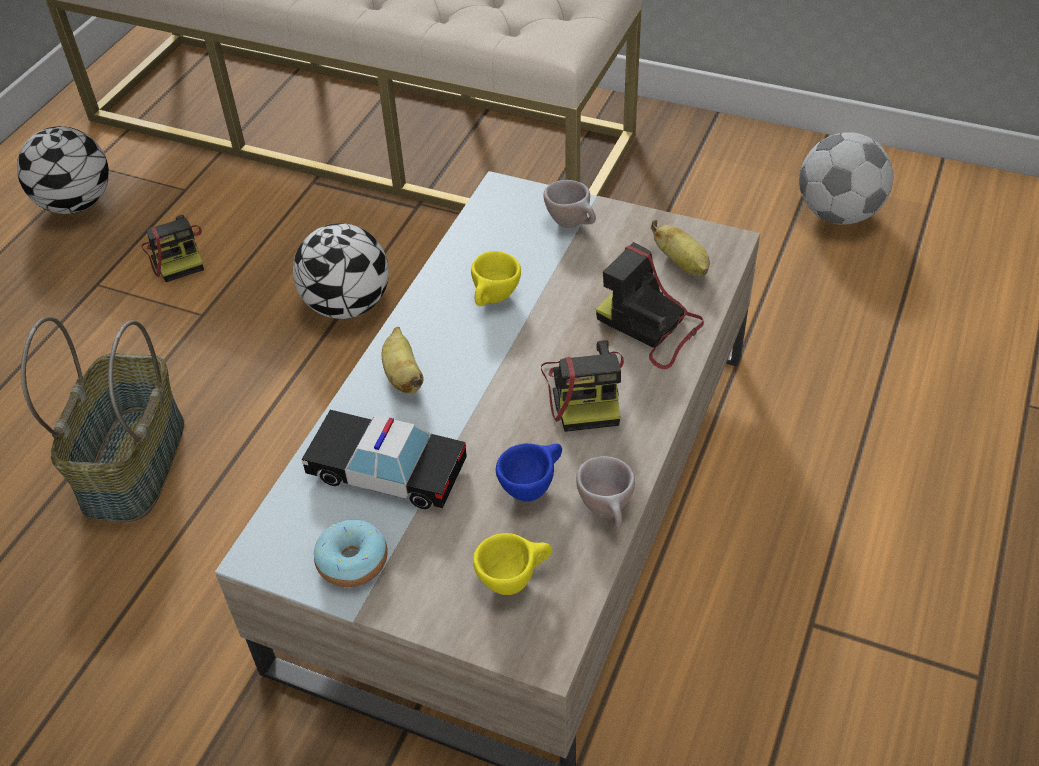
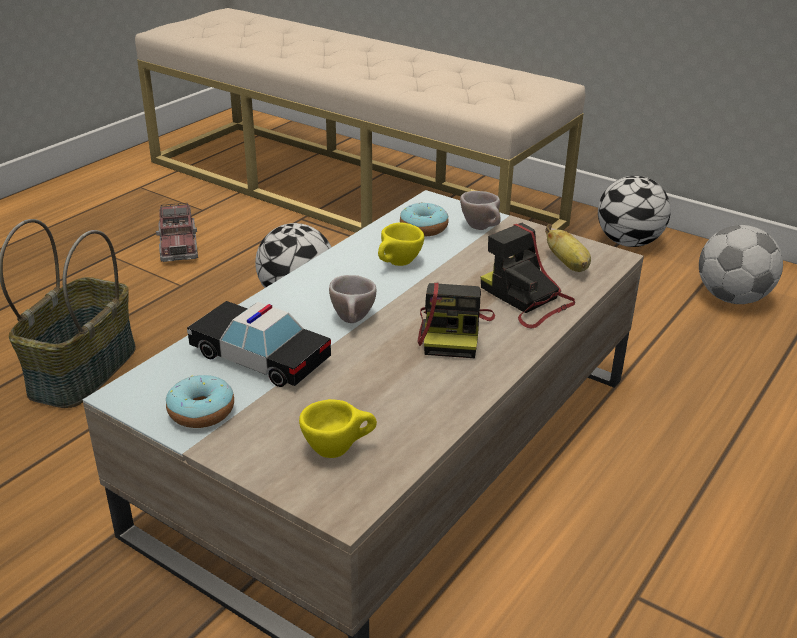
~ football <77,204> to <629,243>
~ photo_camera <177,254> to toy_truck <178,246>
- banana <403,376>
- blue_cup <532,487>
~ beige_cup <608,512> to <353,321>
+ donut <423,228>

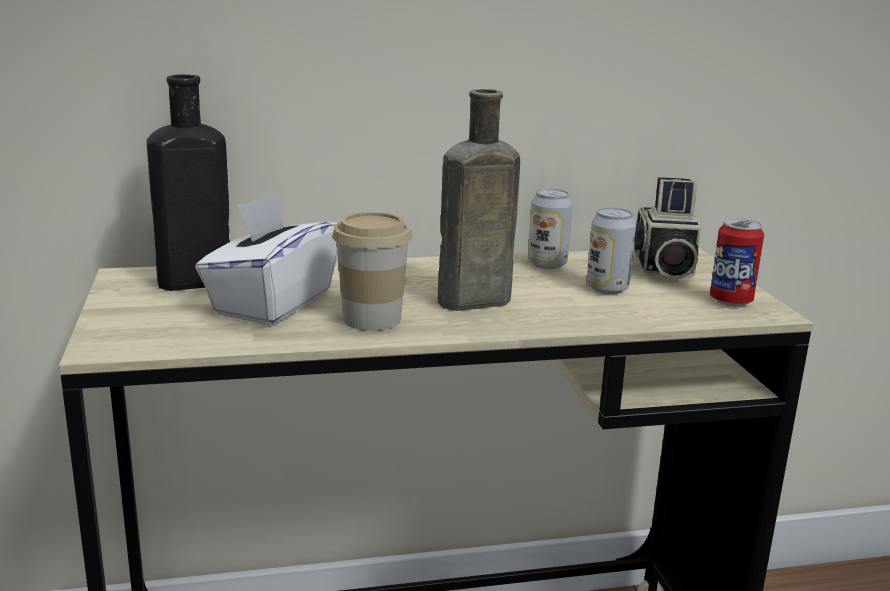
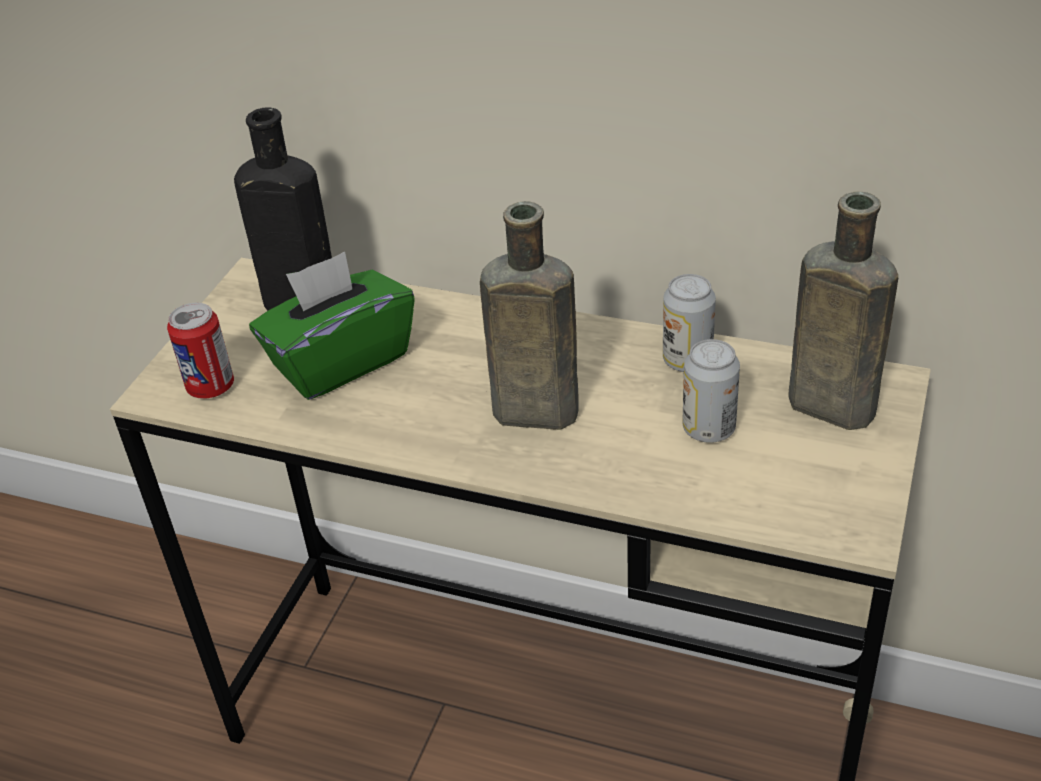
~ photo_camera <662,268> to brown_bottle <825,405>
~ white_tissue_box <272,303> to green_tissue_box <340,361>
- cup <372,319>
~ can <730,301> to <211,387>

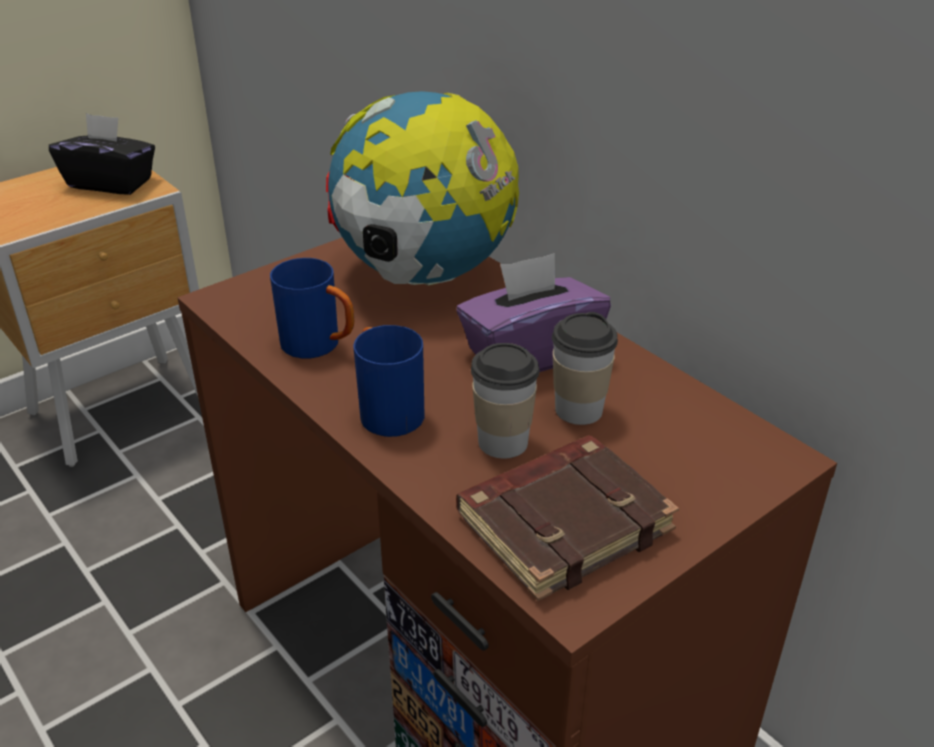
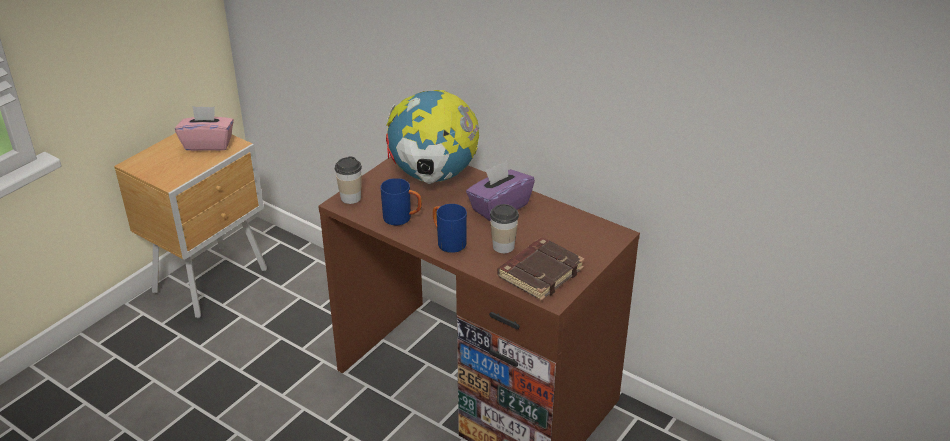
~ black_tissue_box <111,183> to pink_tissue_box <208,144>
~ cup <578,410> to <350,198>

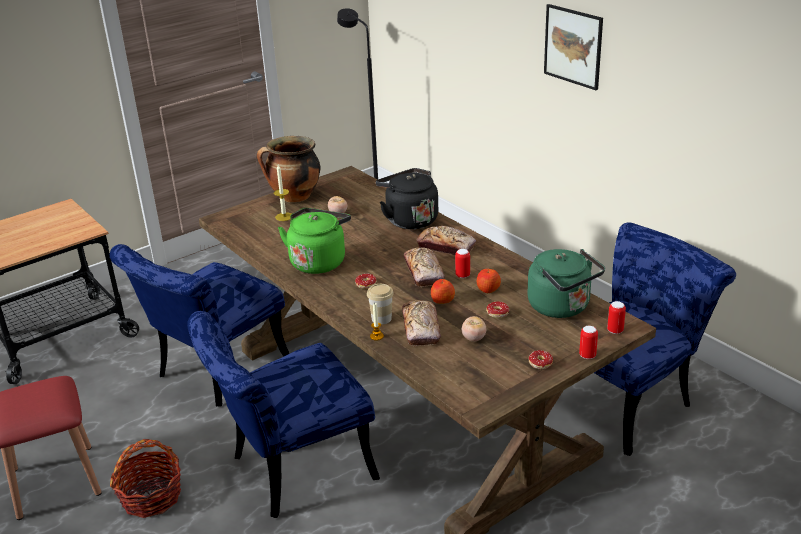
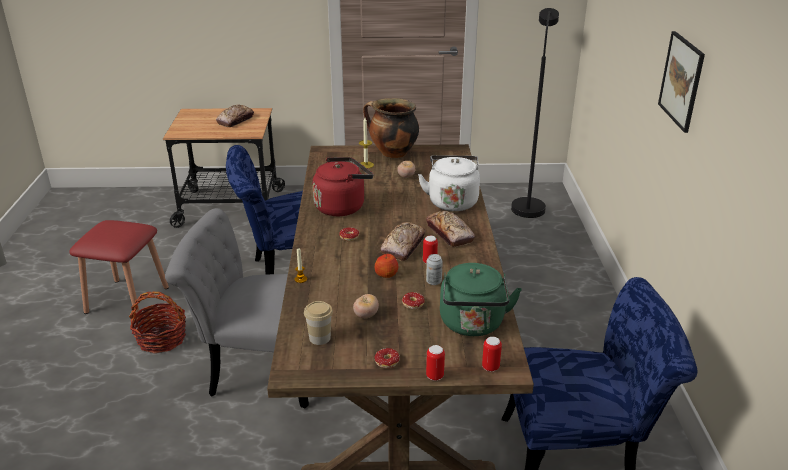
~ black_kettle <409,219> to white_kettle <452,201>
~ green_kettle <319,261> to red_kettle <342,206>
~ apple <488,289> to can <433,281>
~ cup <381,319> to <319,338>
~ bread <421,329> to <235,120>
~ blue_chair <291,470> to grey_chair <258,368>

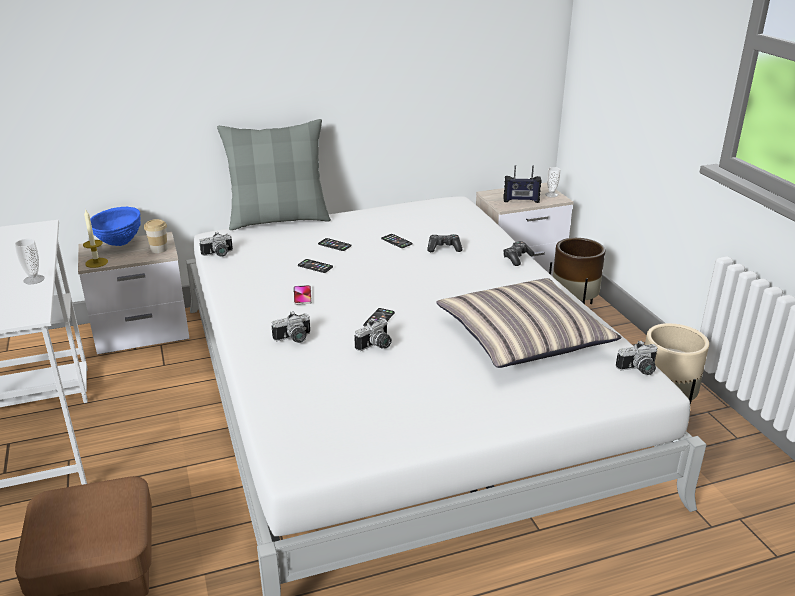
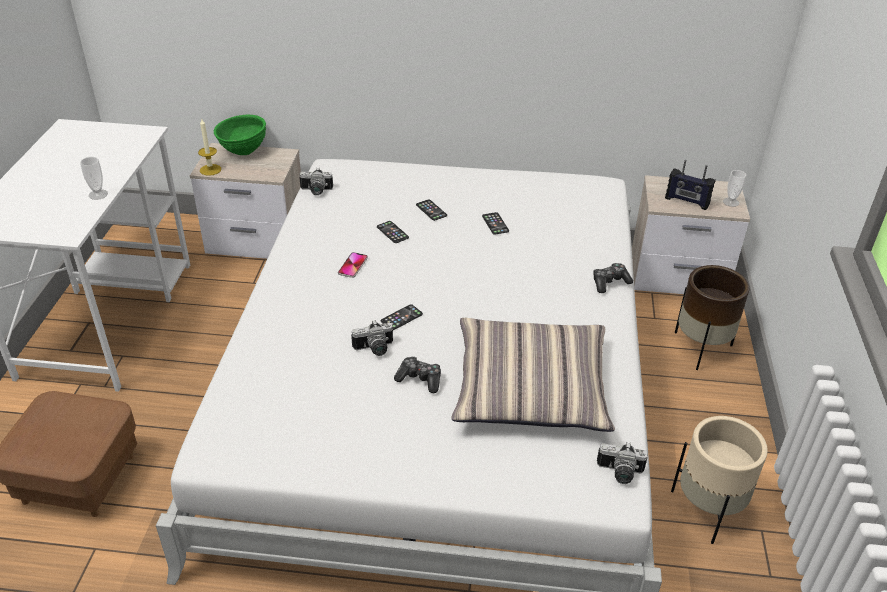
- grey_pillow <279,220>
~ blue_bowl <119,244> to green_bowl <243,152>
- cup <159,249>
~ game_controller <444,248> to <420,379>
- photo_camera <294,339>

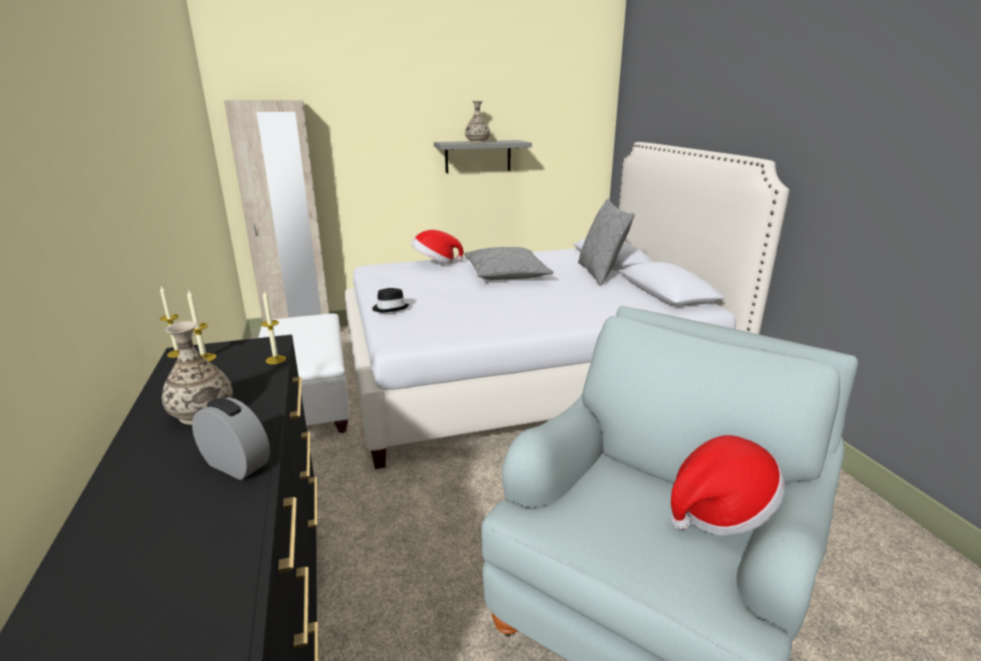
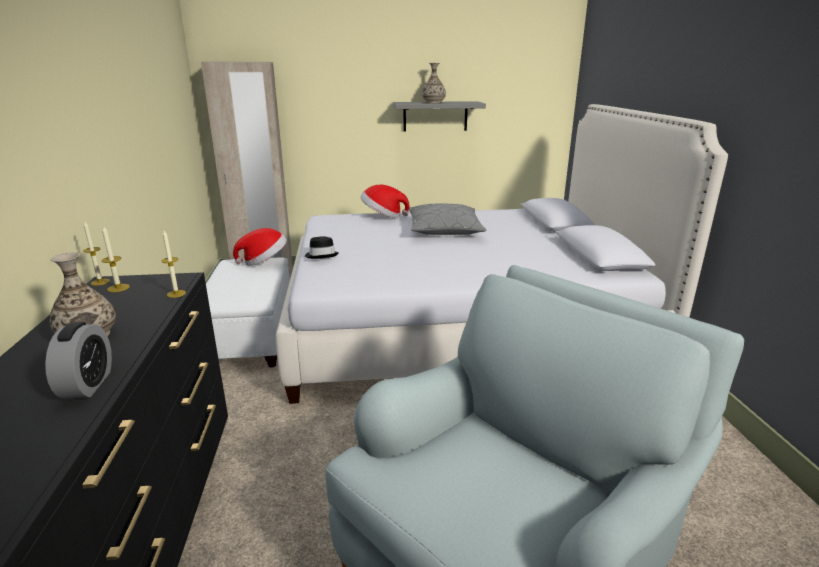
- grey_pillow <601,273>
~ alarm_clock <236,465> = <87,385> 45 degrees clockwise
~ hat <719,510> to <264,262>

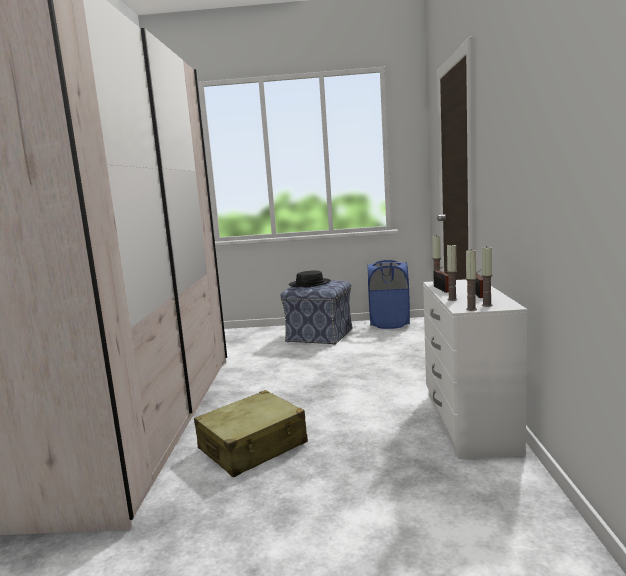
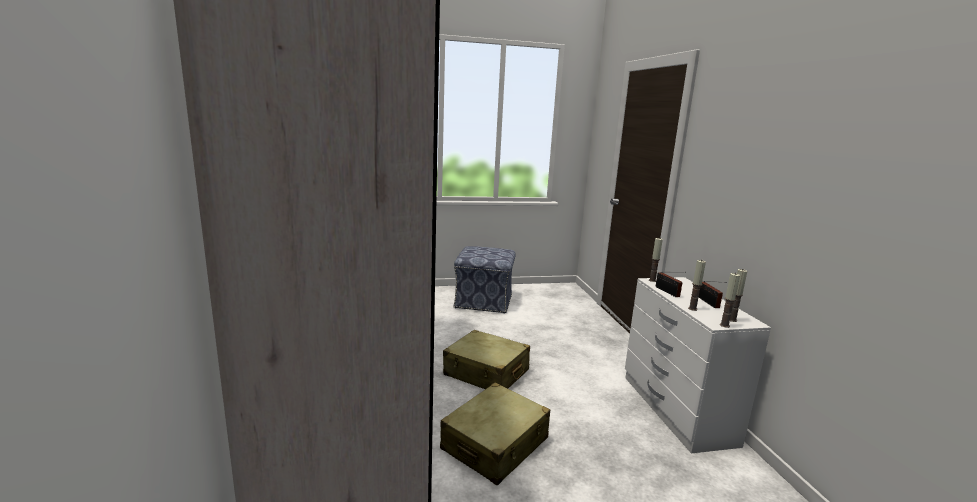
- blue_laundry_basket <389,323>
- black_hat <310,284>
+ beige_suitcase <486,373>

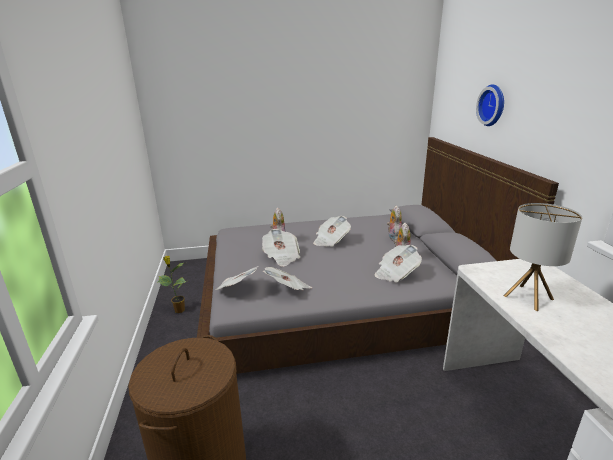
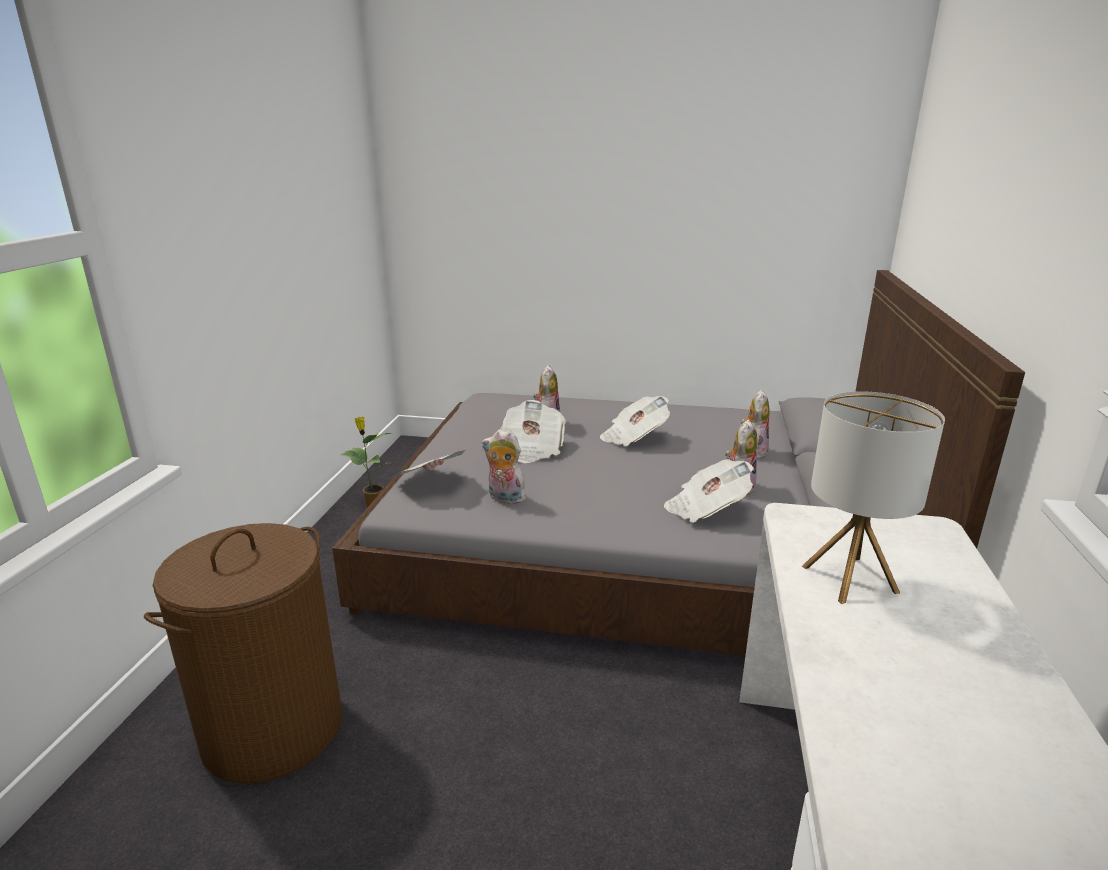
- wall_clock <493,105>
~ newspaper <288,289> to plush_toy <504,498>

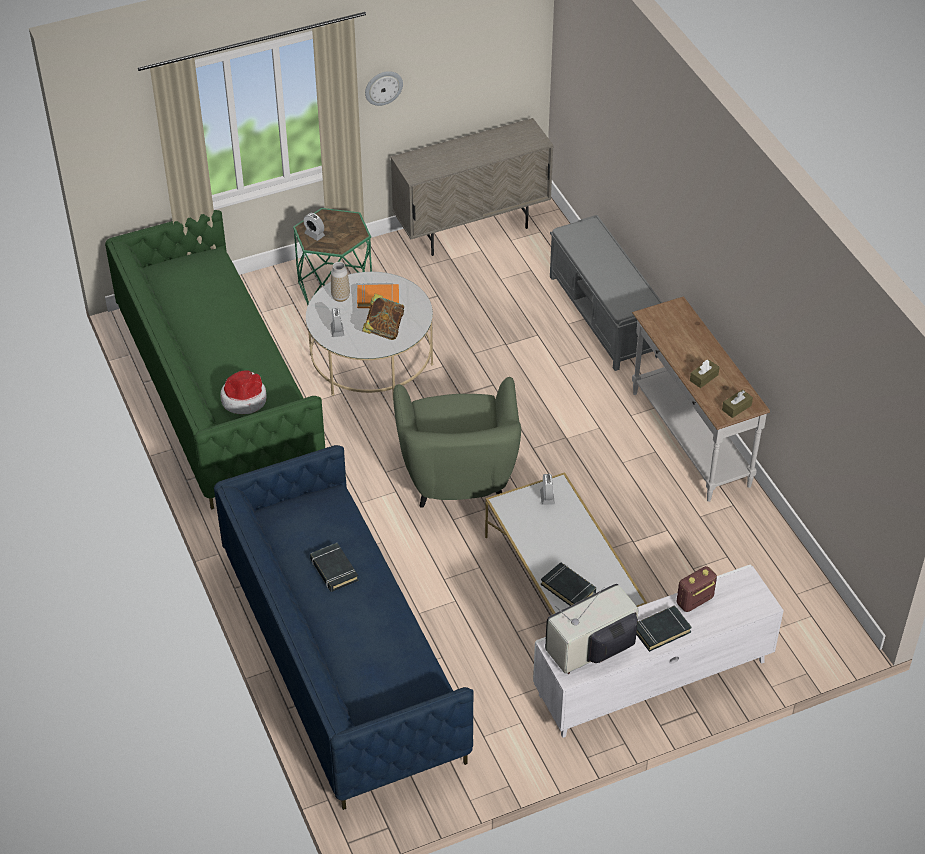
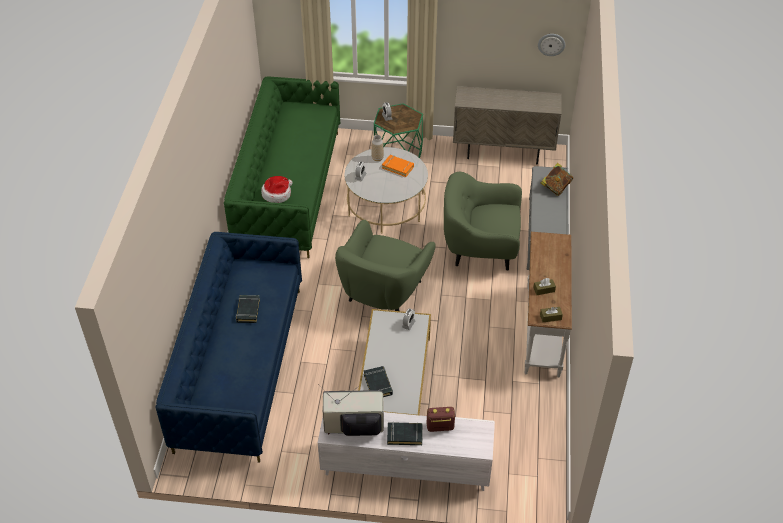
~ wall_clock <383,87> to <551,44>
~ book <384,329> to <555,187>
+ green_armchair <480,248>

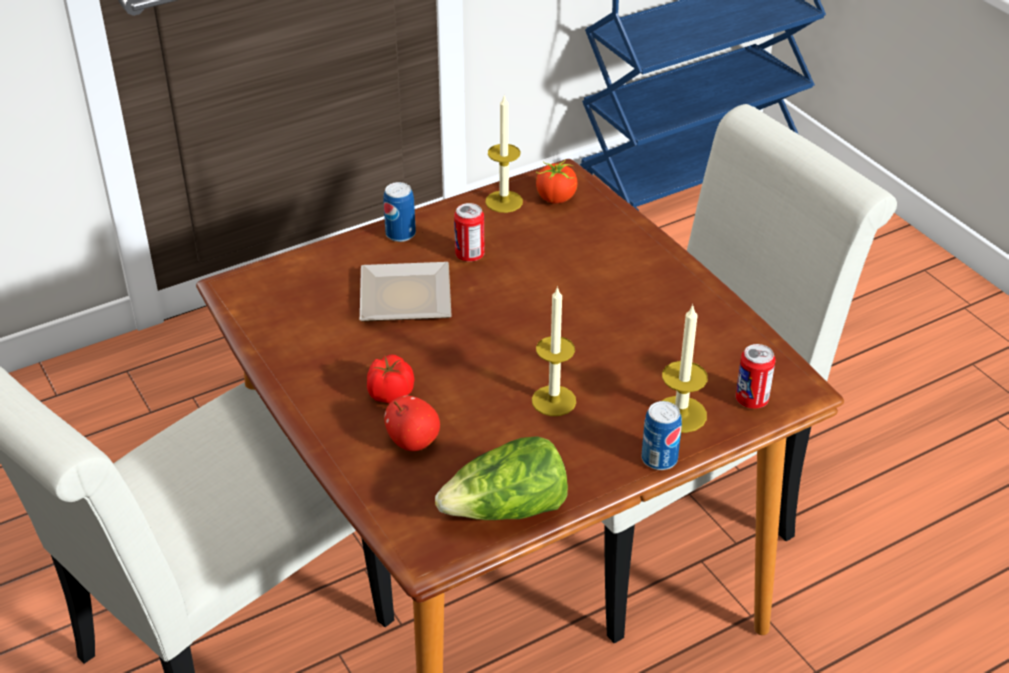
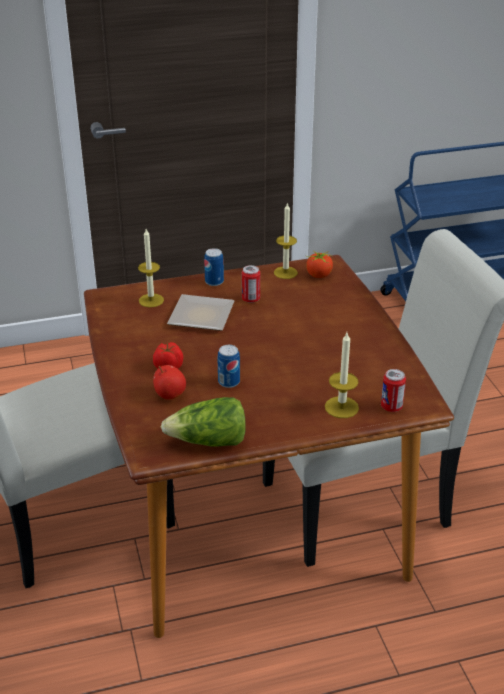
~ candle <553,401> to <151,300>
~ can <659,459> to <229,382>

